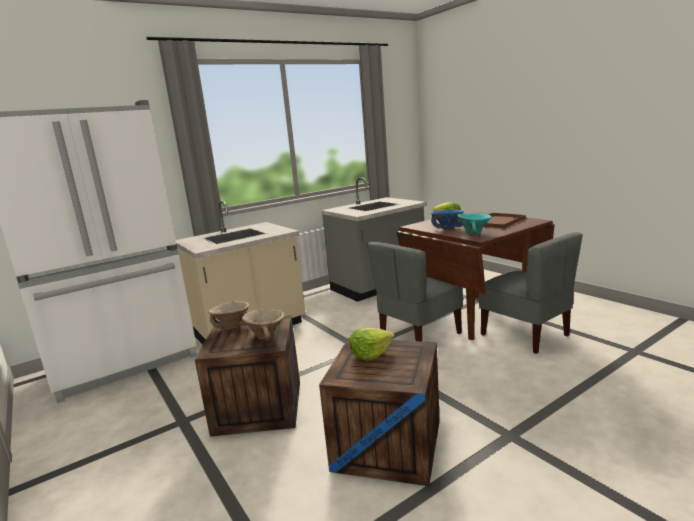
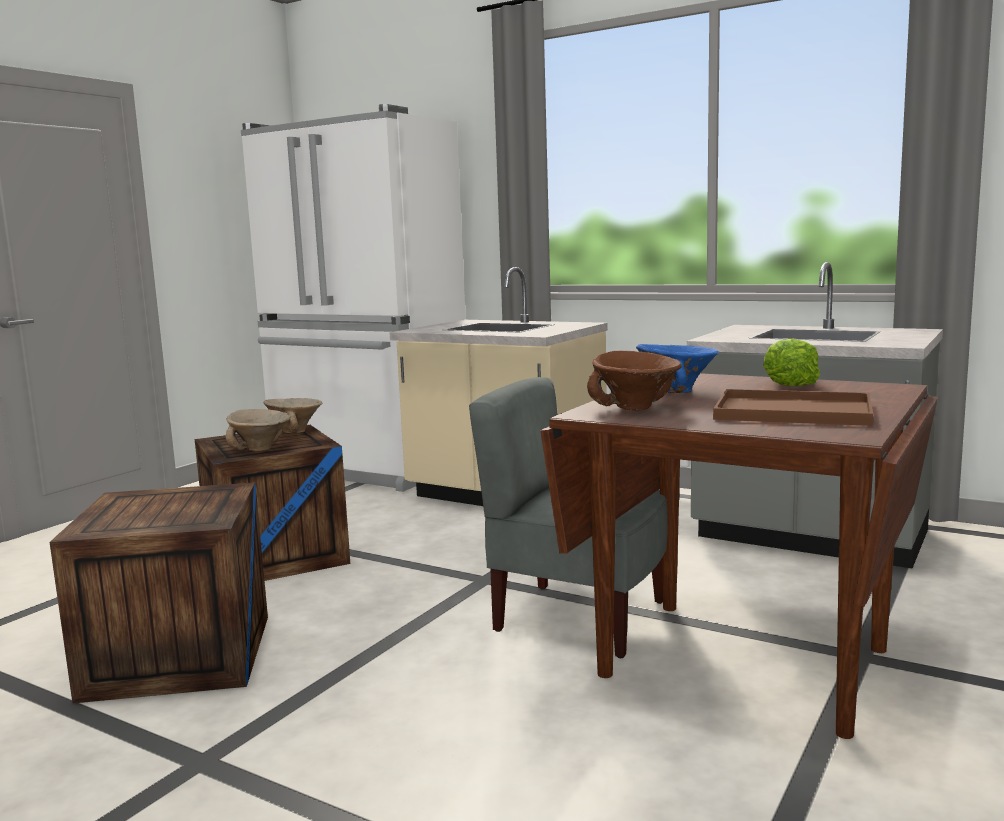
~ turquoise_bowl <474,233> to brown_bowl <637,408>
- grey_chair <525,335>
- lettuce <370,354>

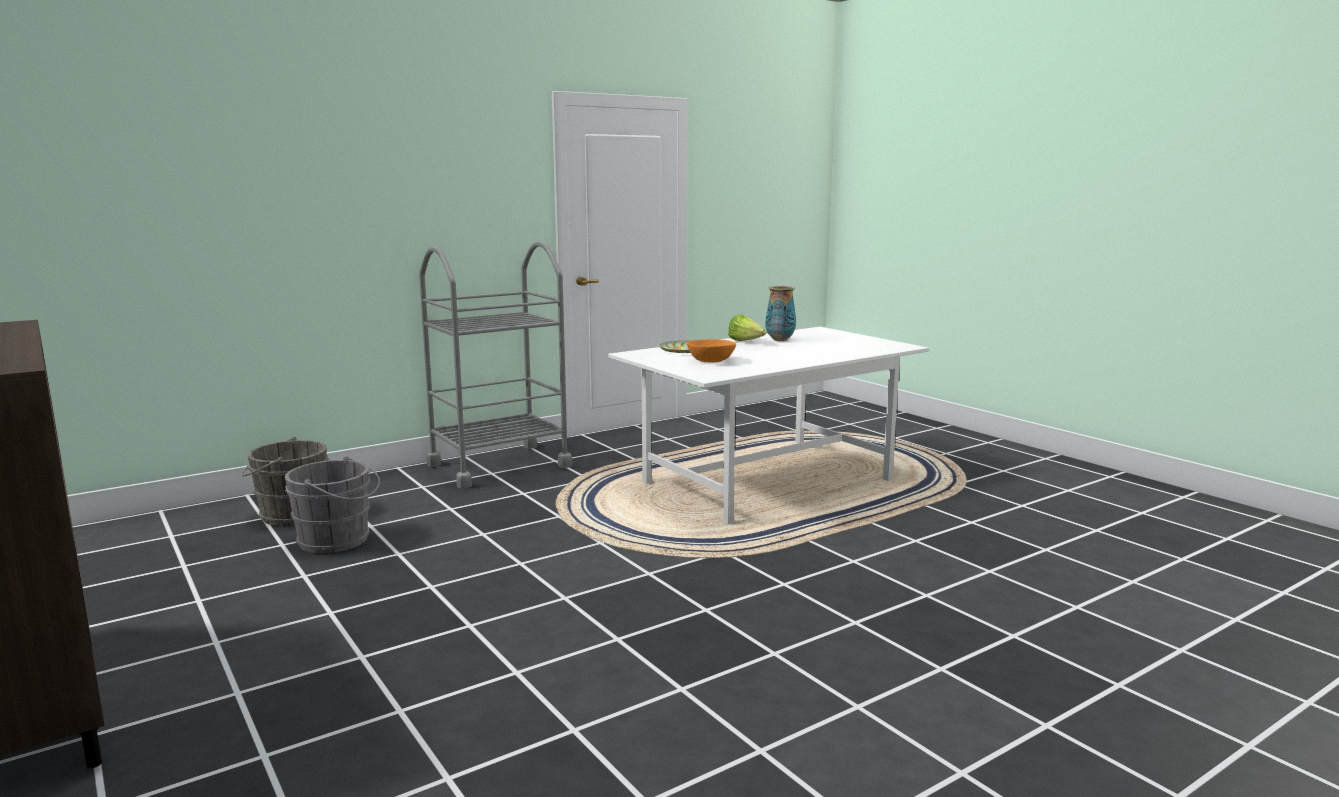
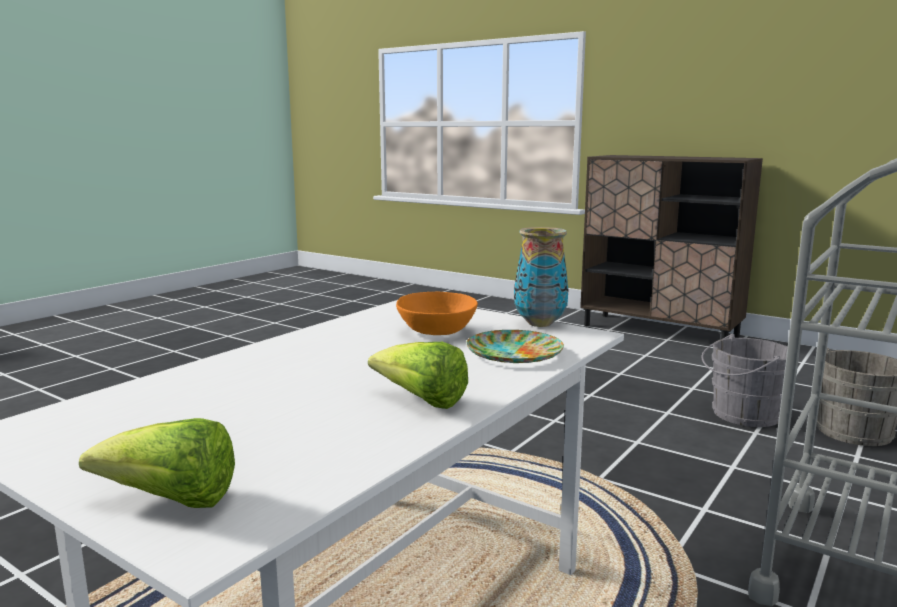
~ vase <780,340> to <539,323>
+ lettuce <172,502>

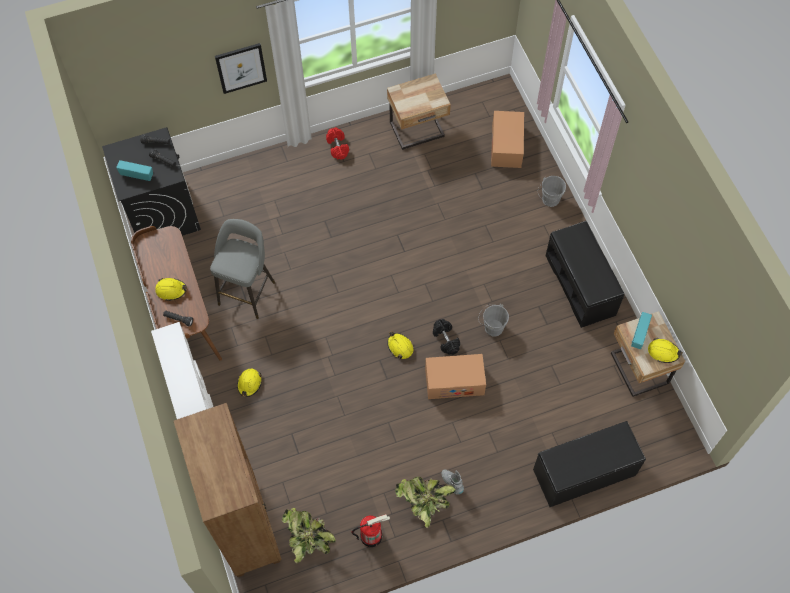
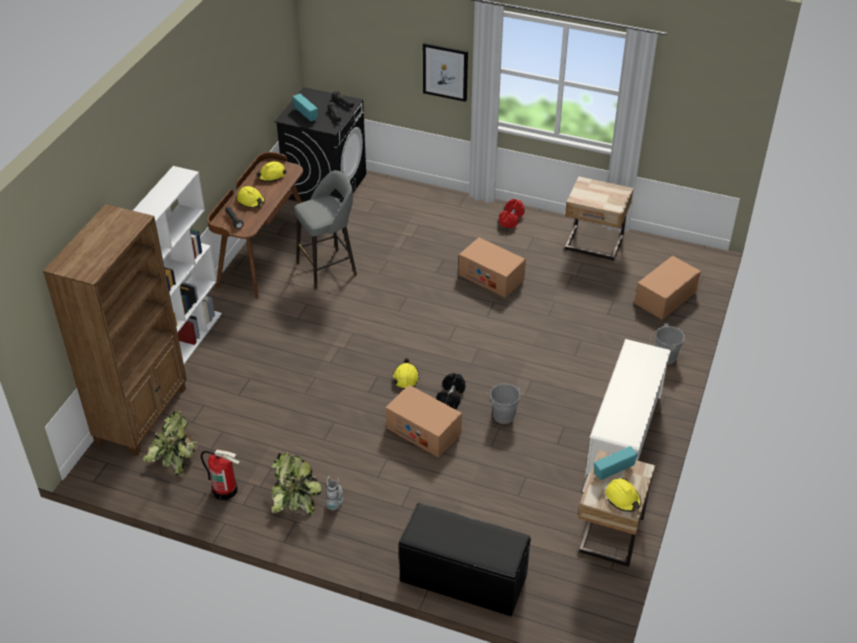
~ black_bench <580,285> to white_shoe_rack <624,435>
~ yellow_hard_hat <249,384> to <271,176>
+ cardboard_box <491,277>

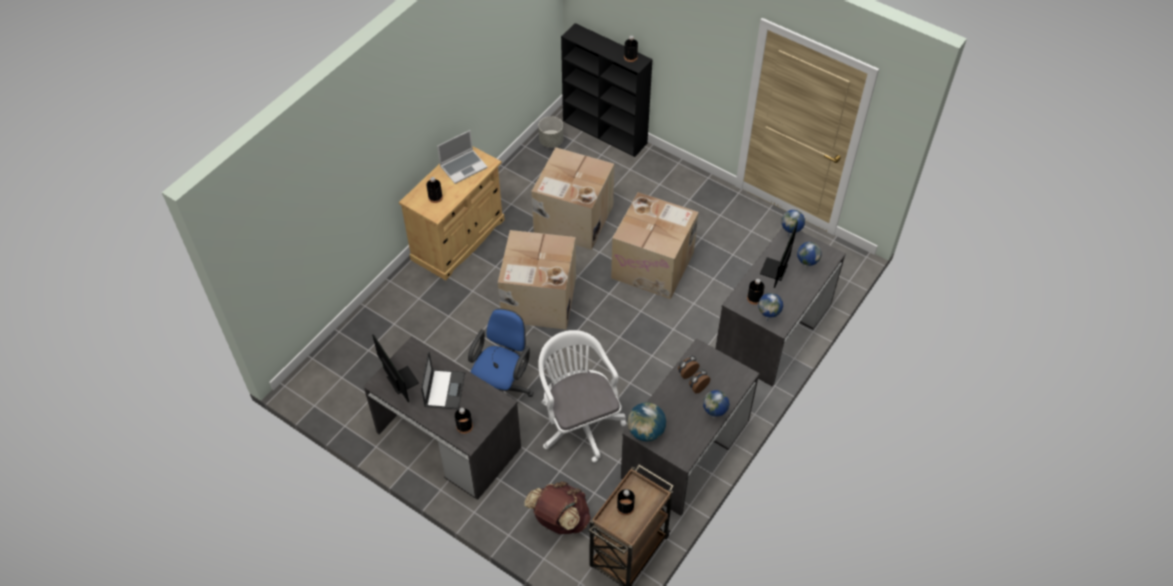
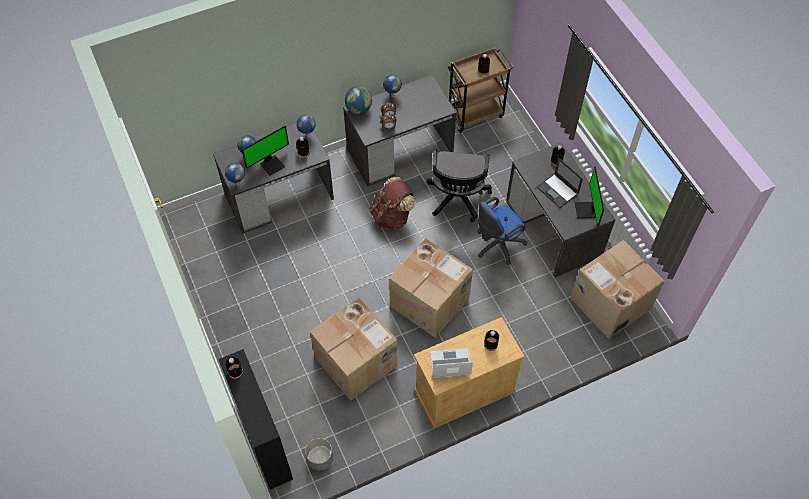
~ cardboard_box <654,265> to <609,303>
~ white_office_chair <578,421> to black_office_chair <457,199>
~ laptop <444,389> = <558,191> 75 degrees counterclockwise
~ globe <646,431> to <359,109>
~ brown_backpack <559,520> to <392,216>

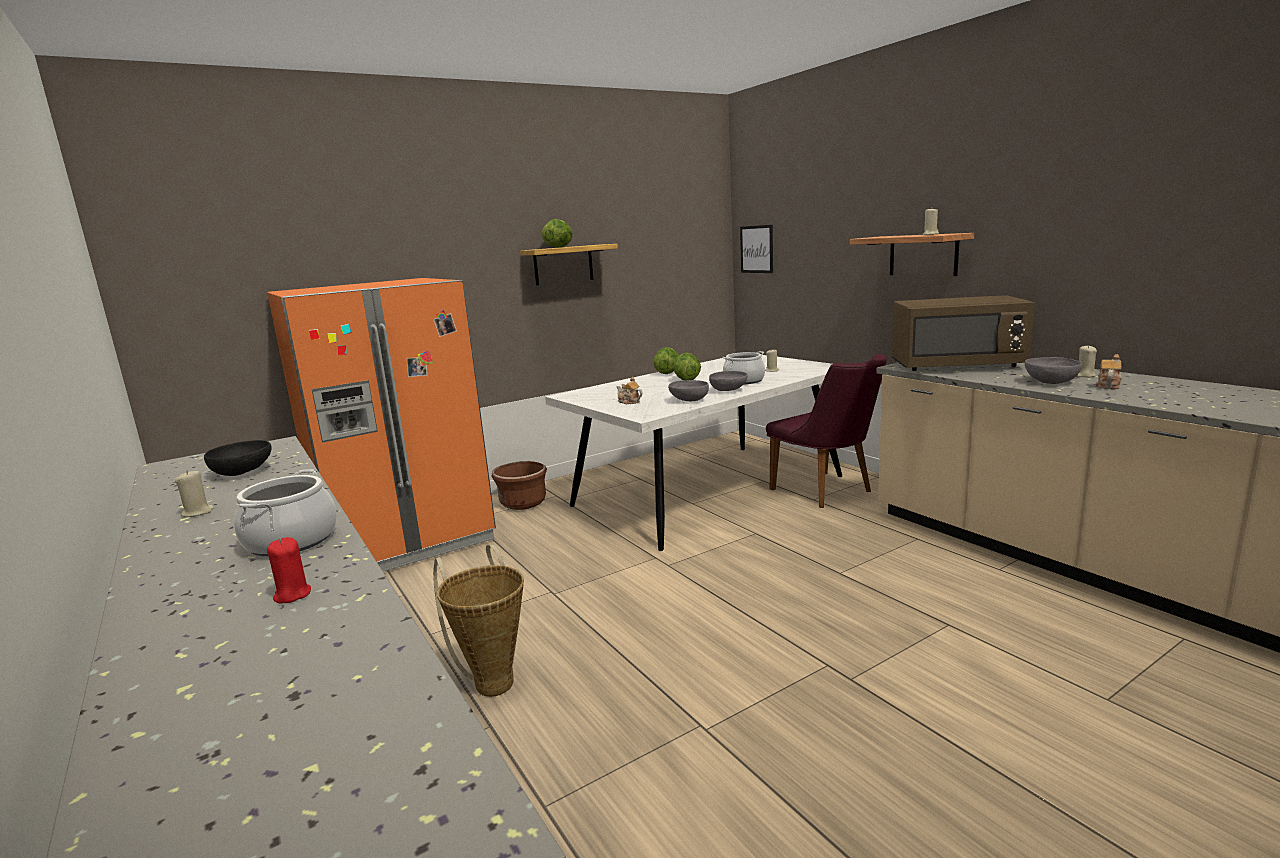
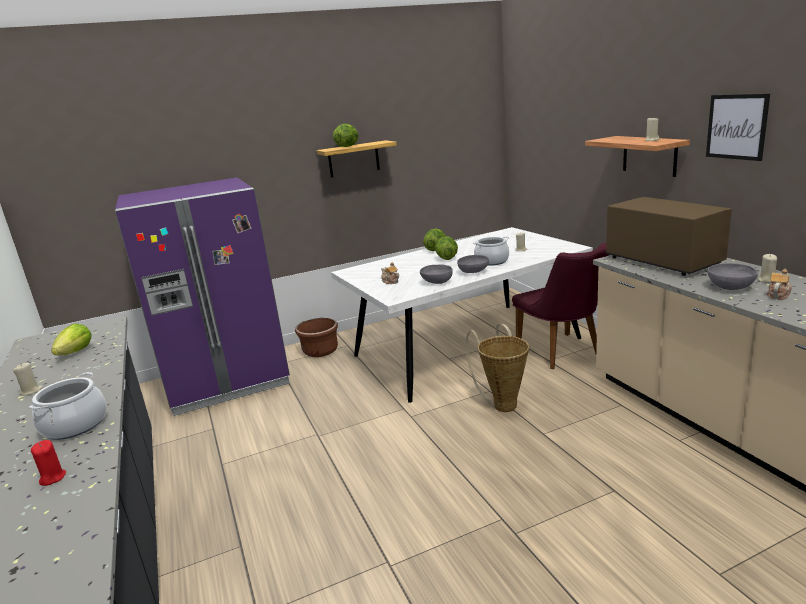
~ picture <756,249> to <736,127>
~ orange_fridge <406,541> to purple_fridge <227,381>
~ brown_microwave <957,366> = <661,261> 135 degrees counterclockwise
~ black_bowl <243,472> to lettuce <76,352>
~ basket <492,680> to <503,403>

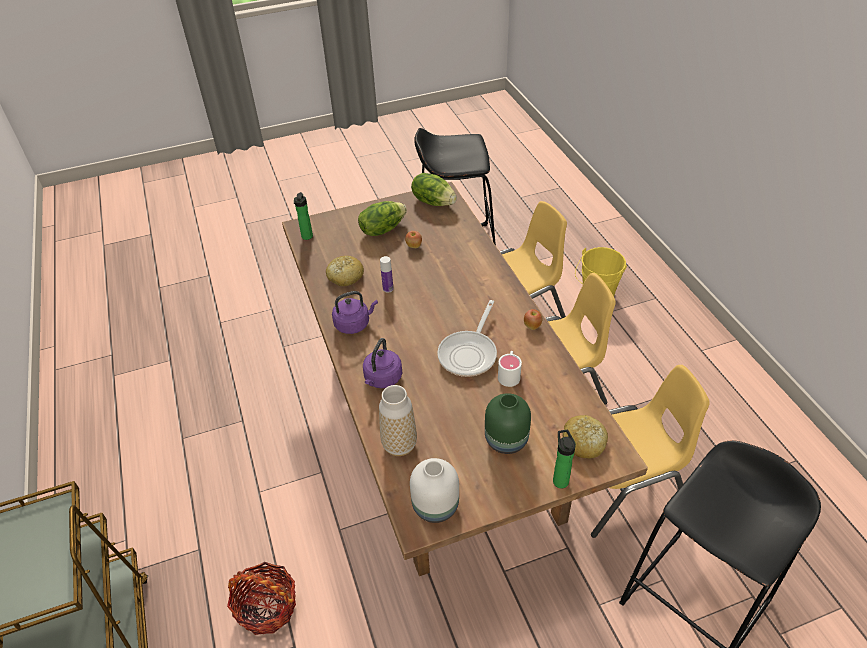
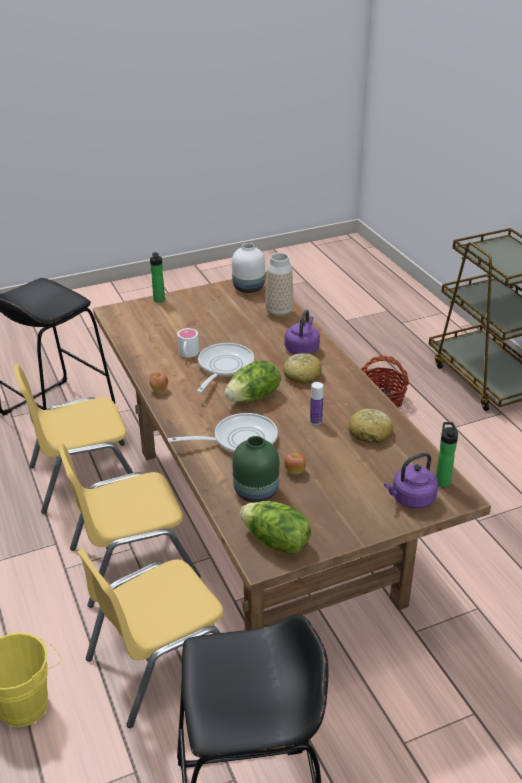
~ lettuce <382,229> to <254,397>
~ purple_kettle <354,324> to <411,499>
~ green_vase <507,440> to <254,492>
~ bread <583,442> to <302,375>
+ frying_pan <239,440>

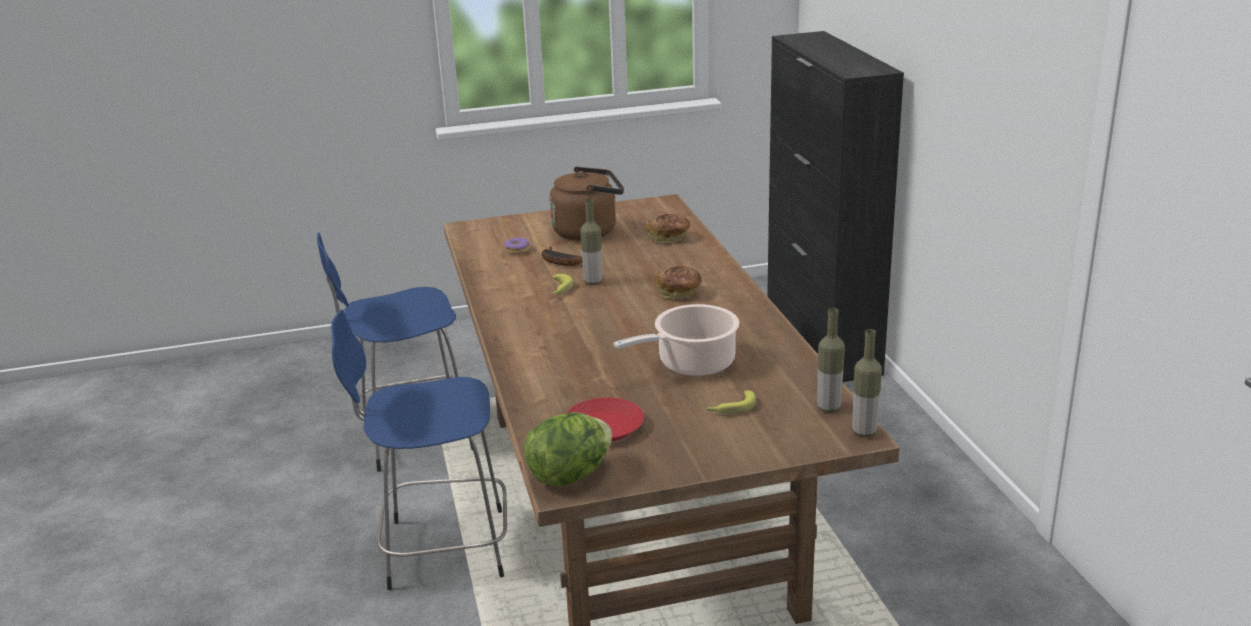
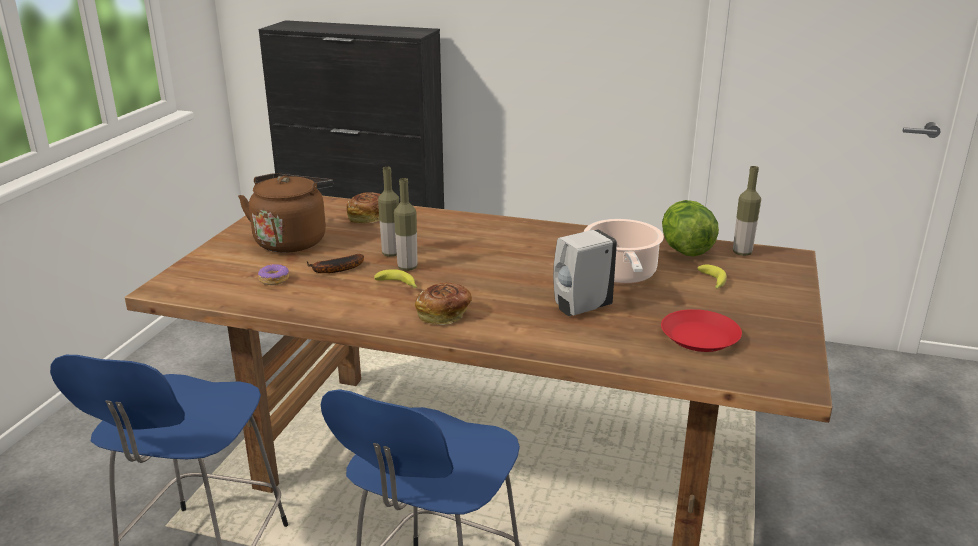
~ bread <679,293> to <444,315>
~ bottle <864,432> to <391,254>
~ lettuce <570,476> to <685,250>
+ white_soap_dispenser <580,308>

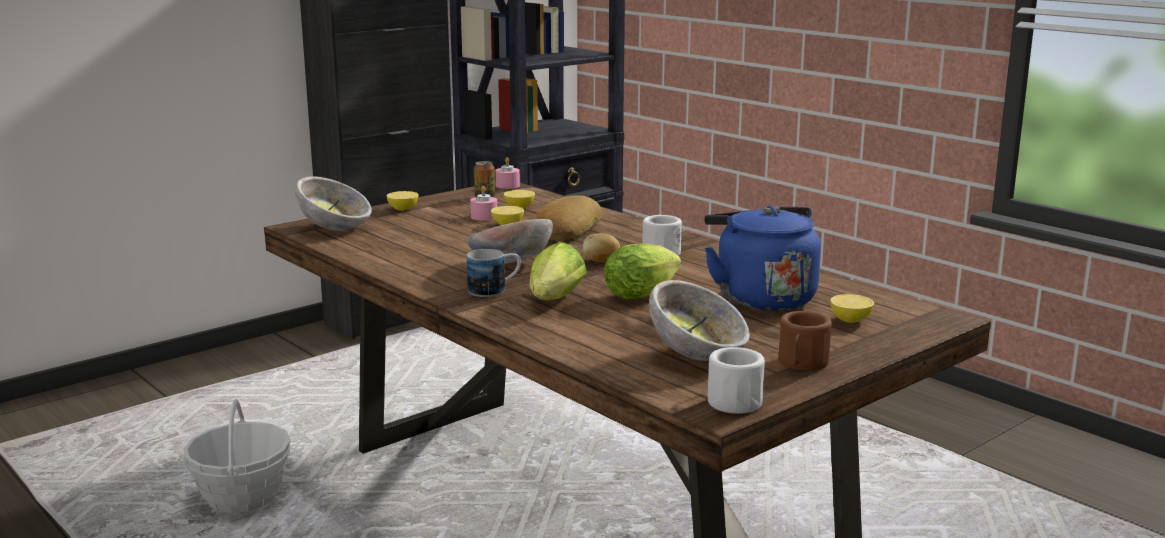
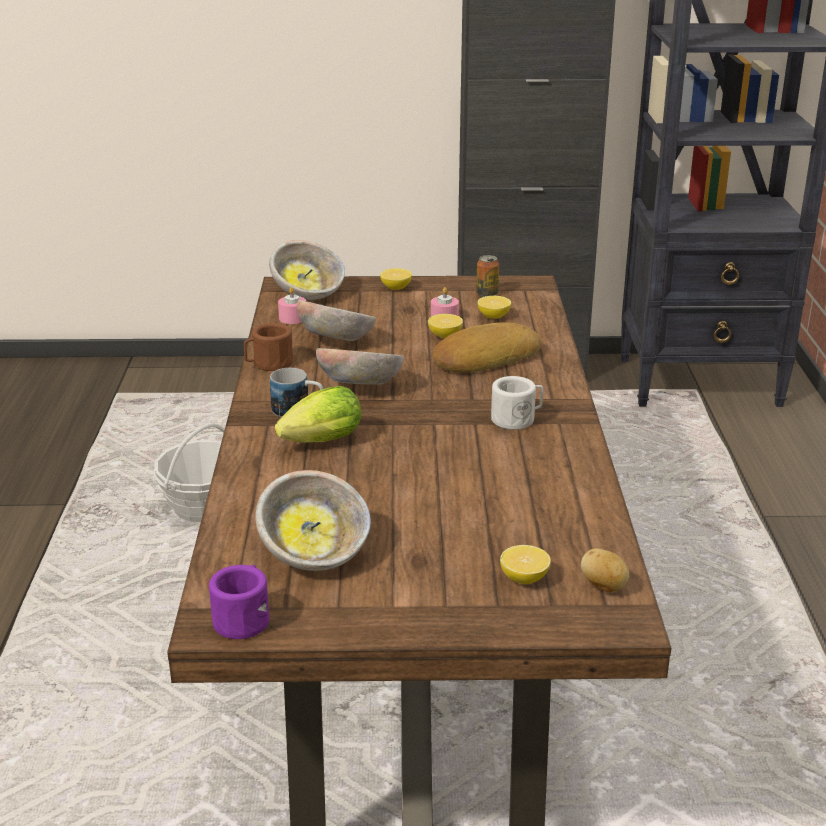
~ pink_candle <507,185> to <293,318>
- blue_kettle <761,298>
~ potato <601,262> to <604,586>
- lettuce <644,294>
~ brown_mug <801,364> to <268,364>
~ white_mug <731,400> to purple_mug <244,618>
+ bowl <336,341>

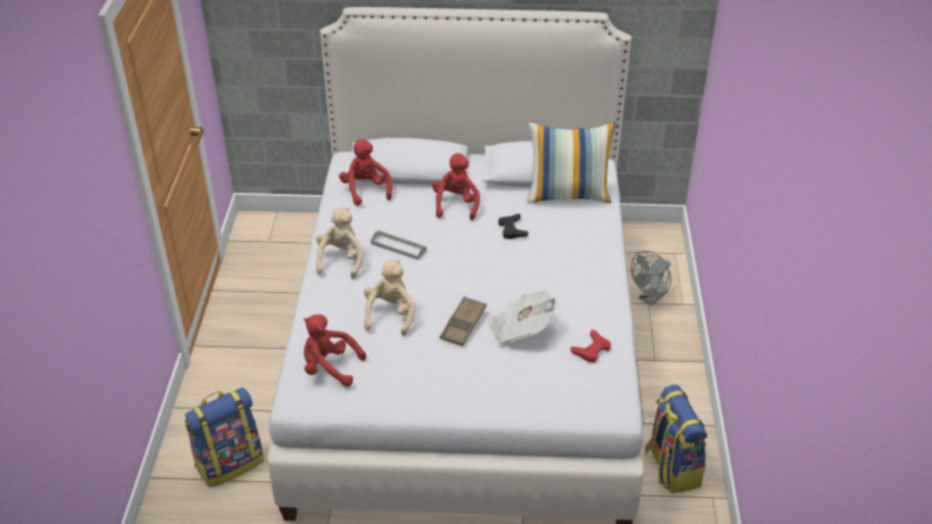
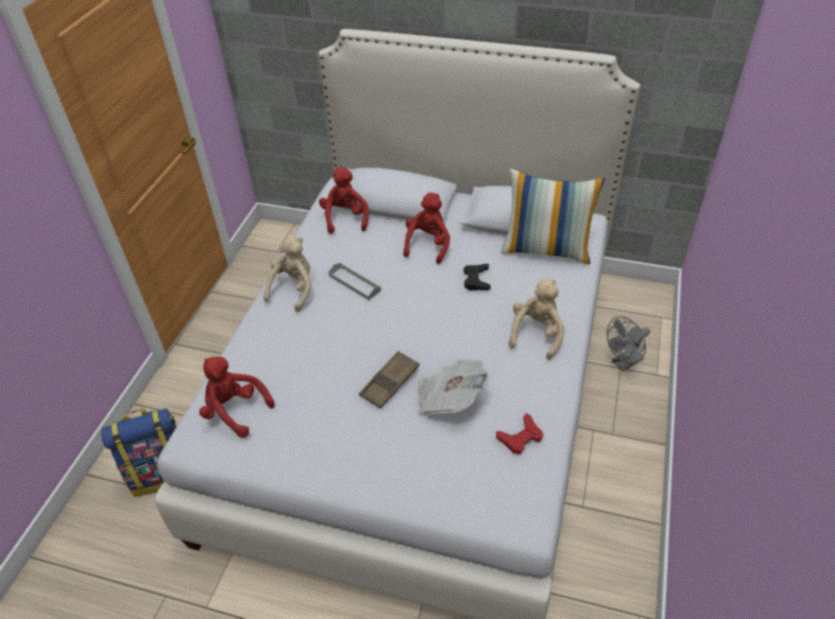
~ beige_plush_toy <390,315> to <536,334>
- backpack <671,468>

